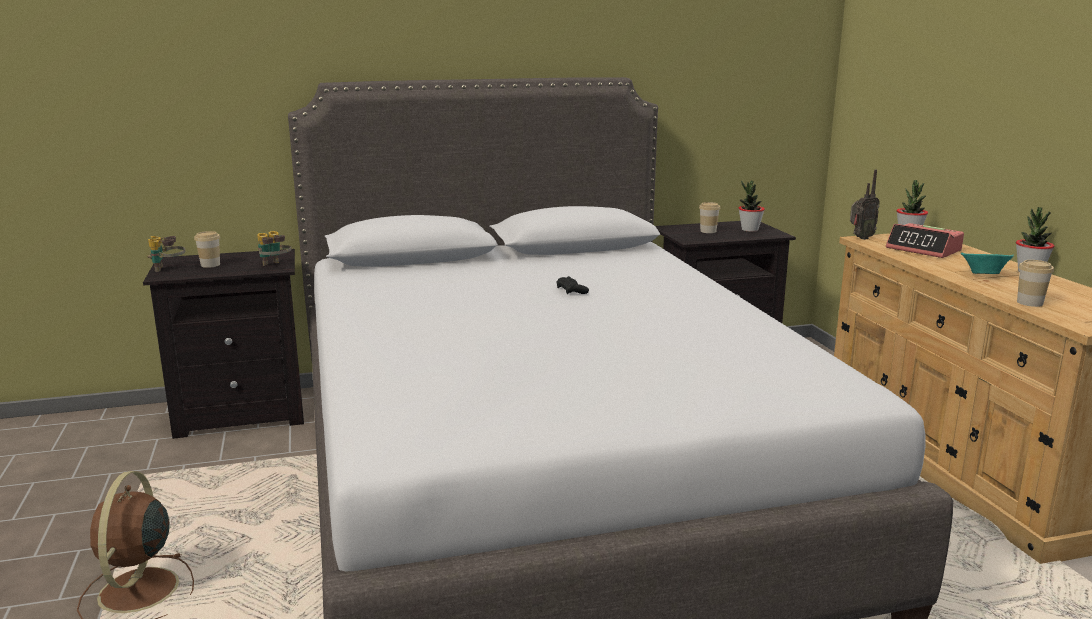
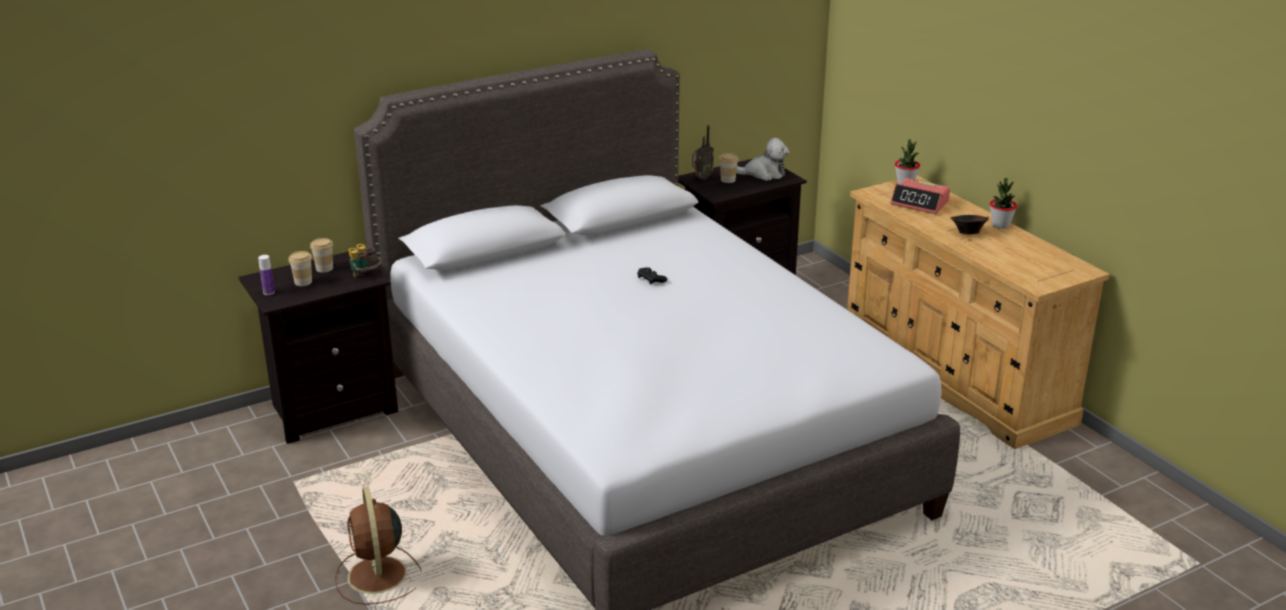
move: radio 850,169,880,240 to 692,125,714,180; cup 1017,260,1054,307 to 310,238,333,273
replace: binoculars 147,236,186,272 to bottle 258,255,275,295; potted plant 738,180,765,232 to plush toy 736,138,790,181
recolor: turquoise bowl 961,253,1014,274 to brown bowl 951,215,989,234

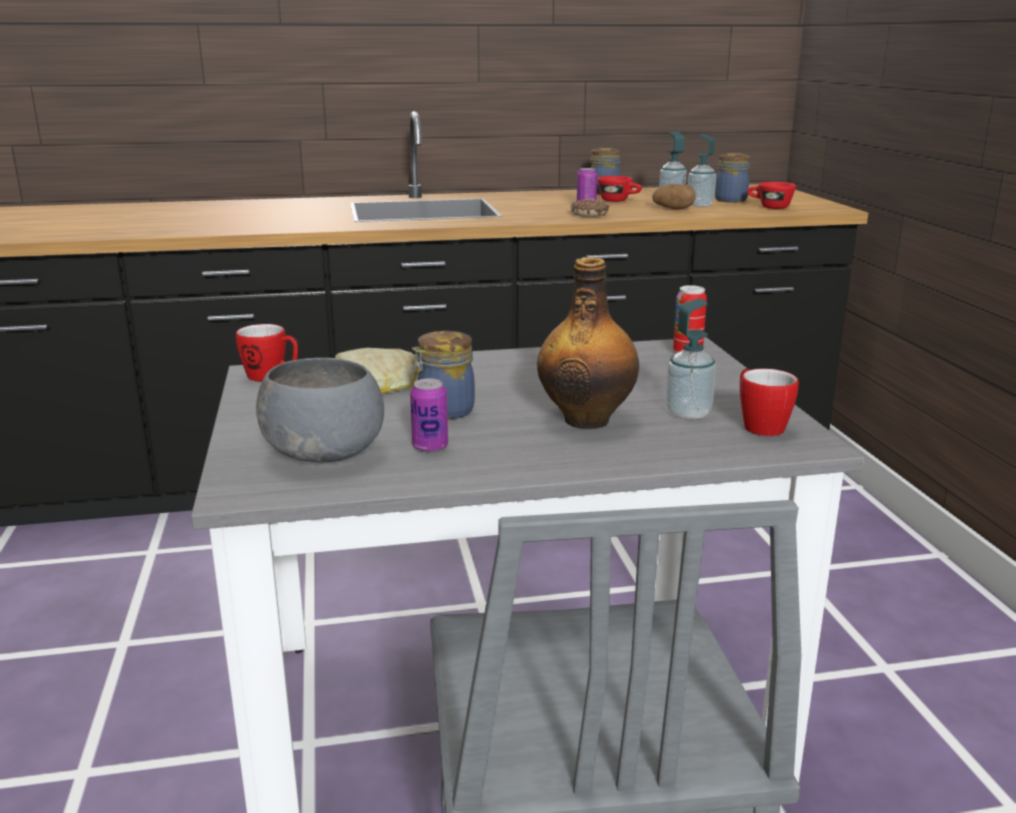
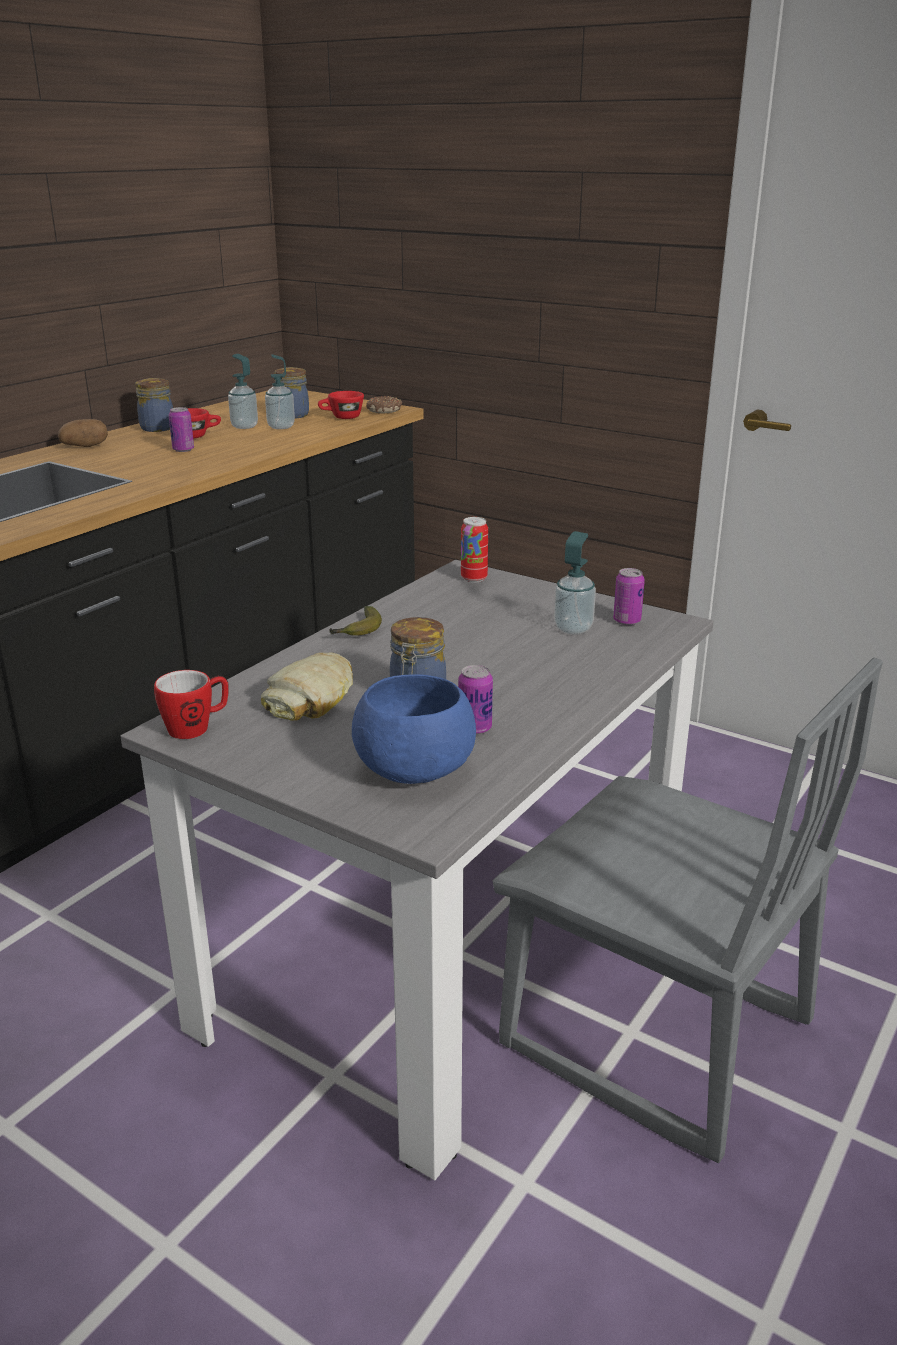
delete: bottle 537,257,639,429
insert: banana 329,606,382,636
move: donut 571,199,610,217 to 366,396,402,413; potato 652,184,696,210 to 58,419,108,447
replace: mug 740,368,799,436 to can 613,568,645,625
recolor: grey bowl 256,358,384,463 to blue bowl 352,674,476,784

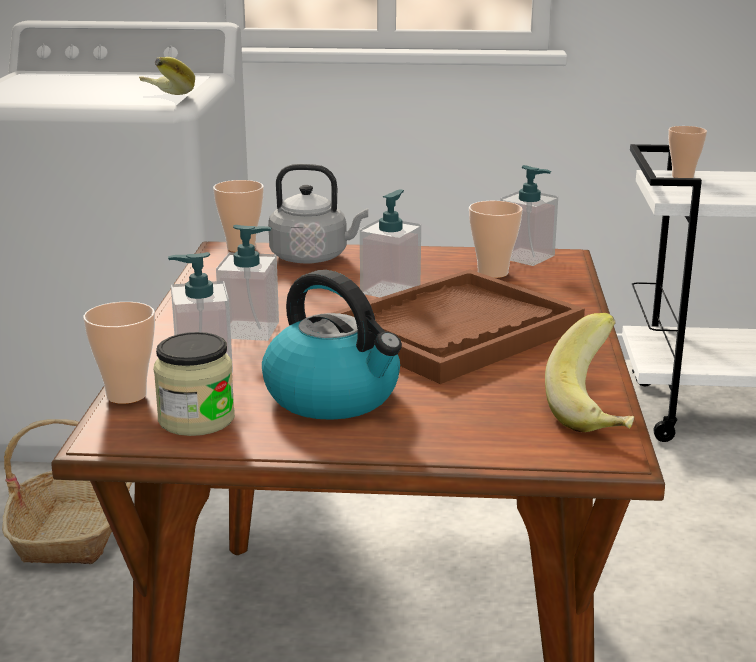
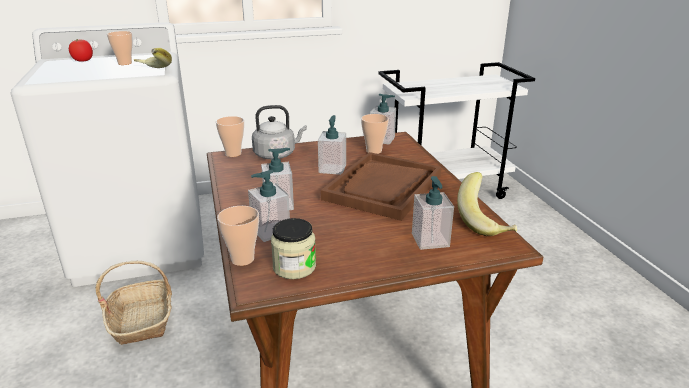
delete: kettle 262,270,402,420
insert: tomato 69,39,93,62; soap dispenser 412,176,454,250
move: cup 668,126,707,178 to 107,31,133,65

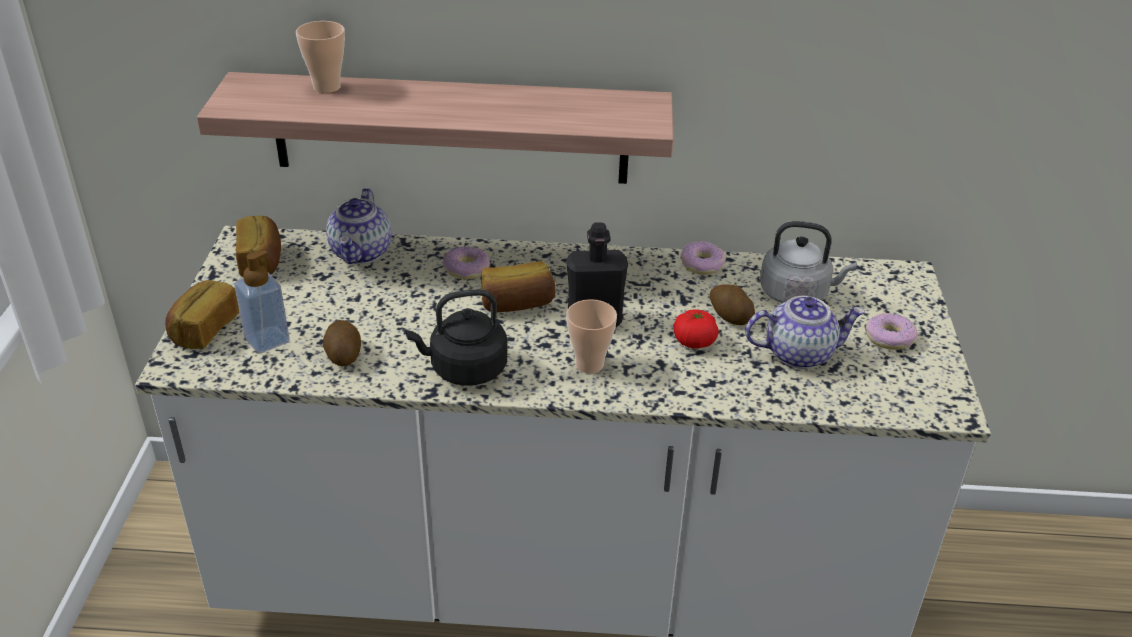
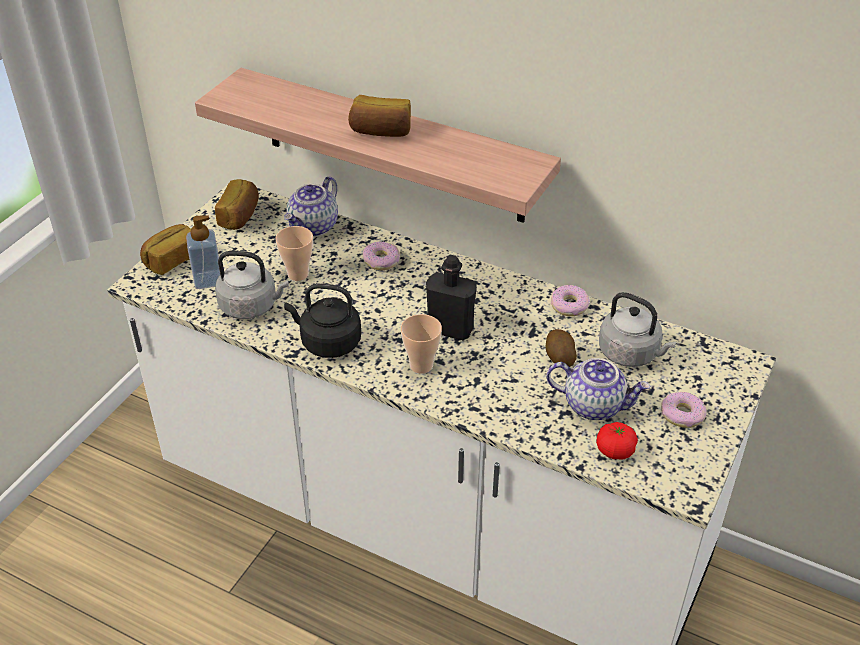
move: cup 296,21,345,93 to 275,226,313,281; bread 481,261,556,312 to 348,95,411,137; tomato 673,309,719,349 to 596,422,638,460
replace: potato 323,320,361,367 to grey kettle 215,251,289,319

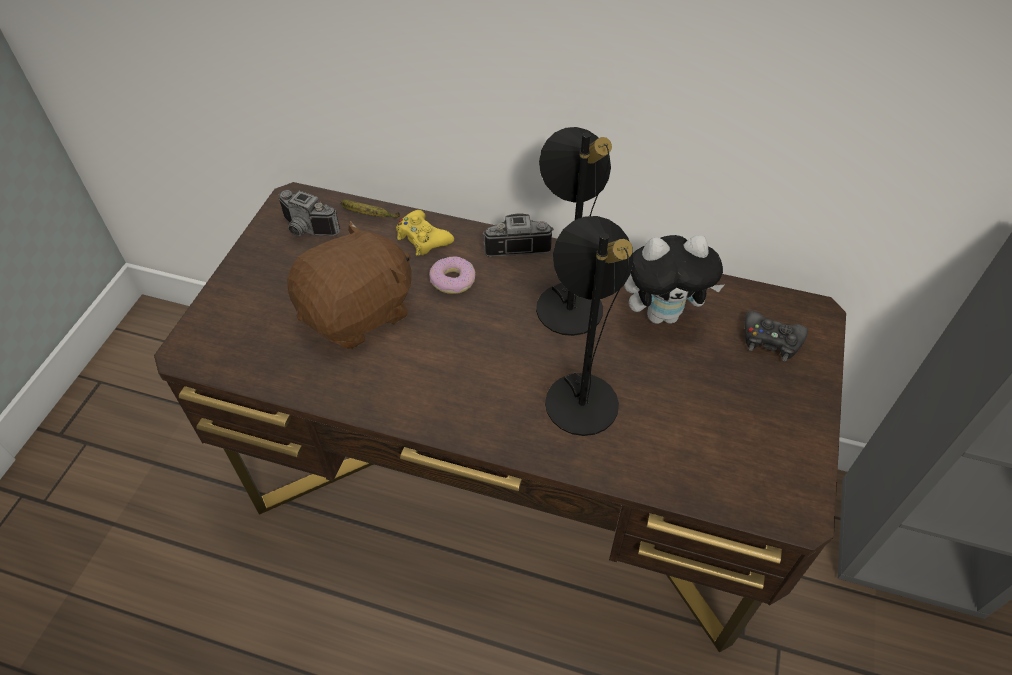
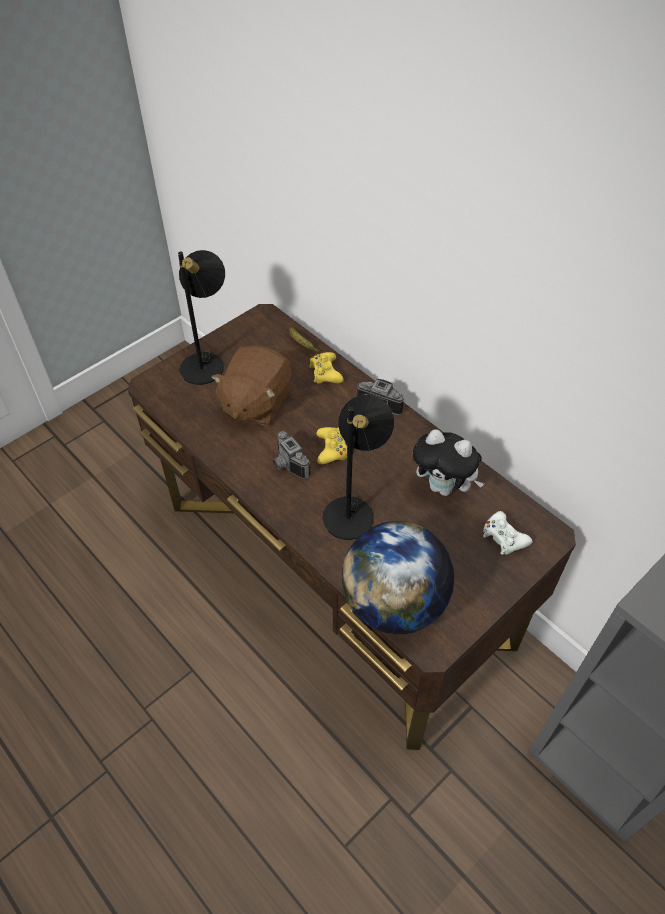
delete: donut 429,256,475,294
insert: yellow game controller 316,427,347,464; globe 342,521,454,634
move: photo camera 278,190,340,236 to 273,431,311,479; black table lamp 536,127,612,336 to 178,250,225,385
recolor: black game controller 744,311,808,362 to white game controller 483,511,532,555
rotate: brown plush toy 287,220,412,348 = 211,346,291,425 120 degrees clockwise

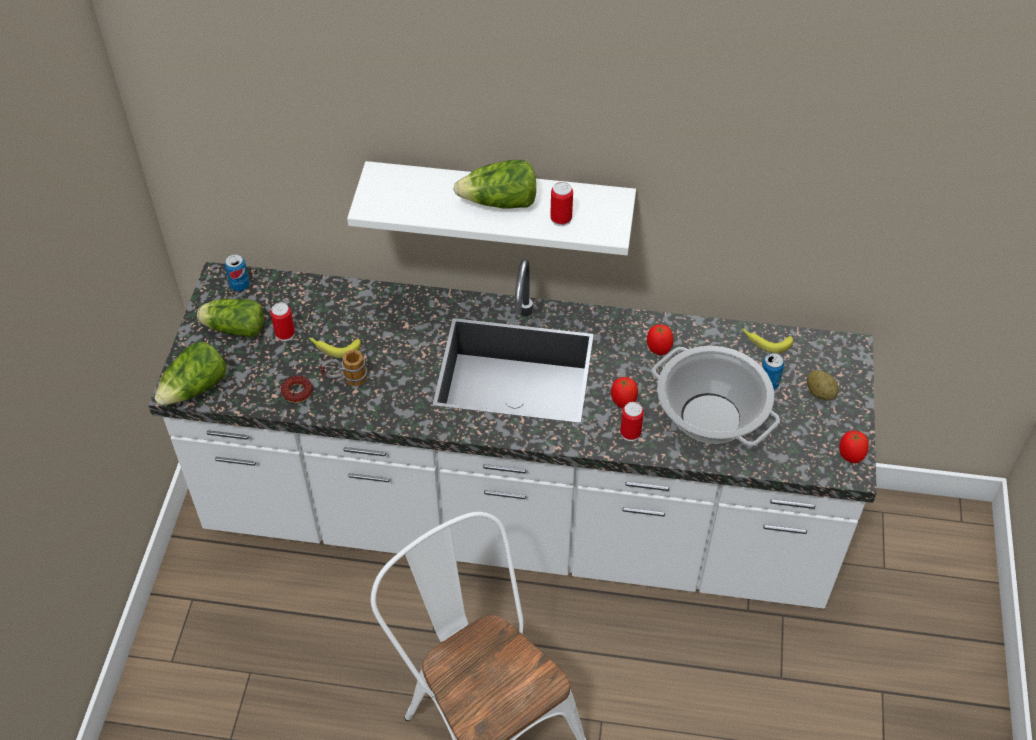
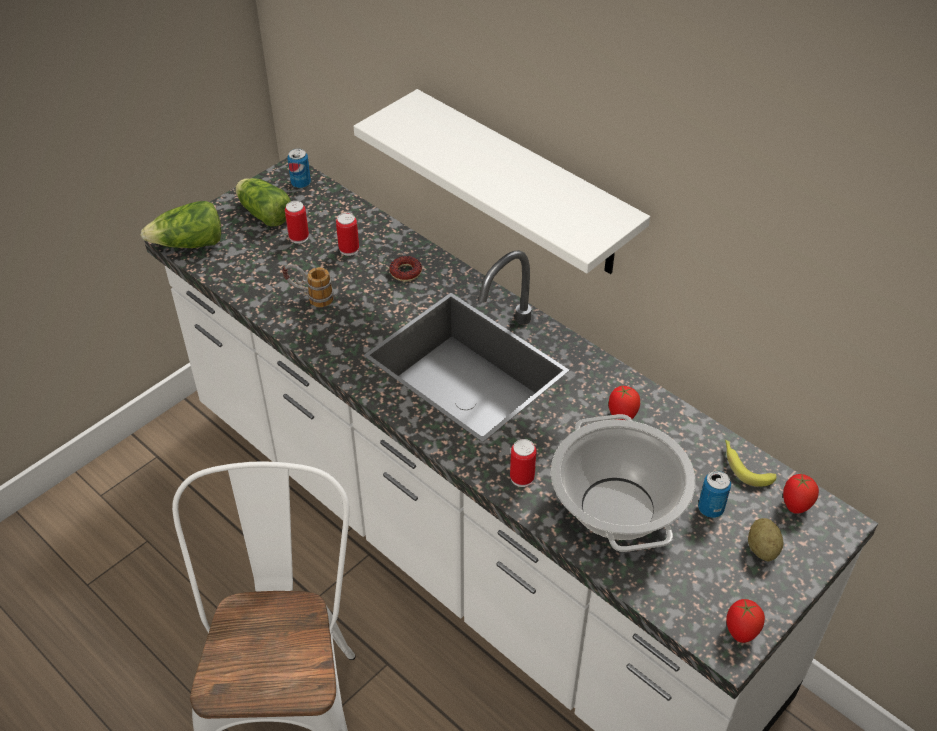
delete: banana 309,337,361,358; lettuce 453,160,536,209
move: donut 281,375,313,403 to 389,256,422,282; can 550,182,573,226 to 336,213,359,256; tomato 611,377,638,409 to 783,472,819,514

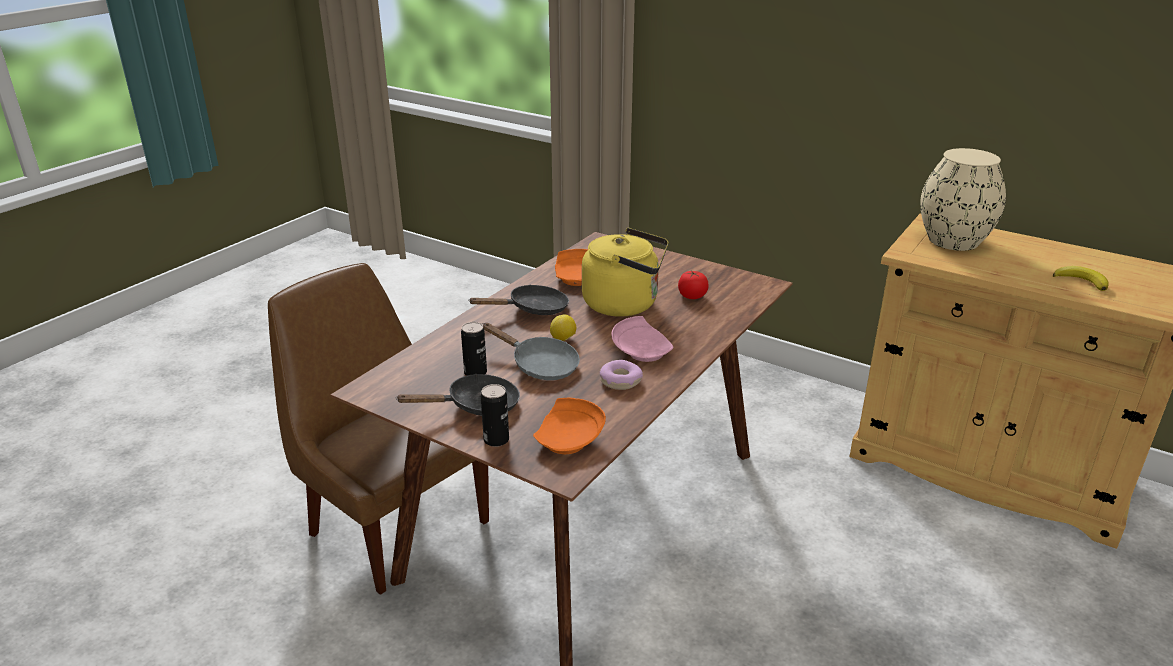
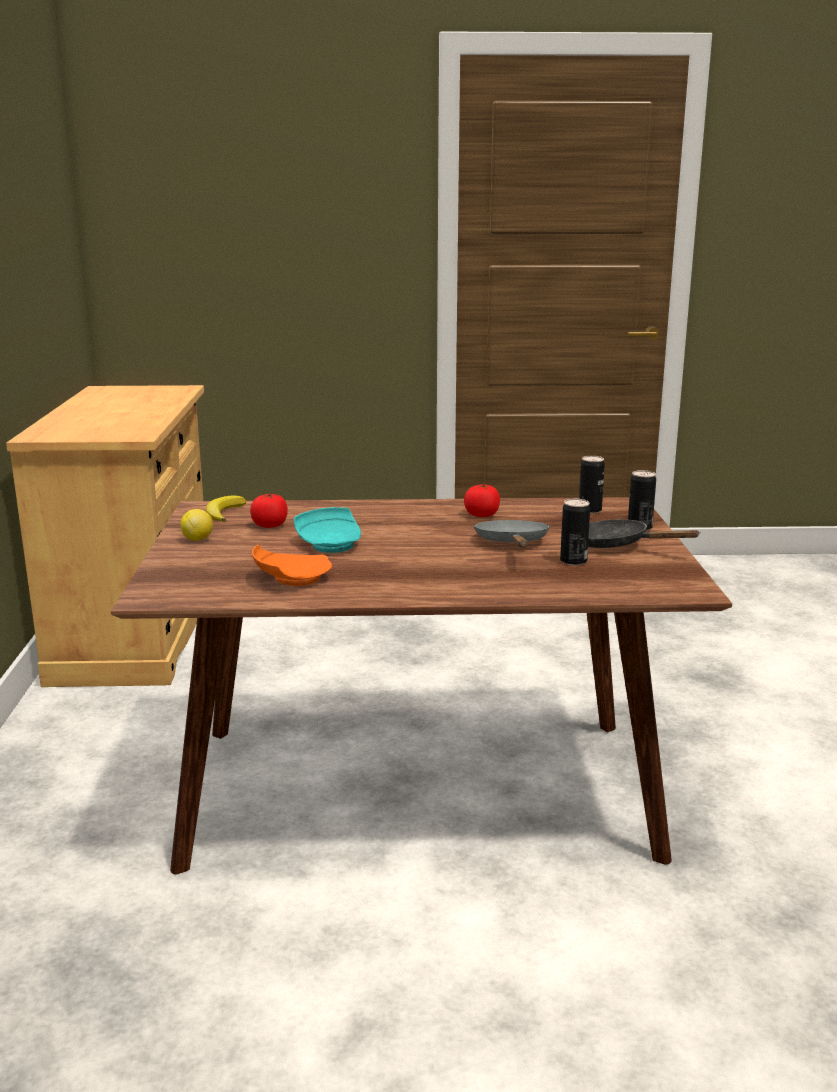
delete: brown chair 268,263,489,595; black frying pan 468,285,569,315; pink plate 612,316,673,362; beige vase 920,148,1006,251
move: lemon 550,314,576,341 to 181,509,213,541; banana 1053,266,1109,291 to 206,496,246,522
replace: orange plate 533,398,606,454 to can 579,456,605,513; yellow kettle 582,228,668,317 to turquoise plate 294,507,361,553; donut 600,360,643,390 to tomato 464,484,500,517

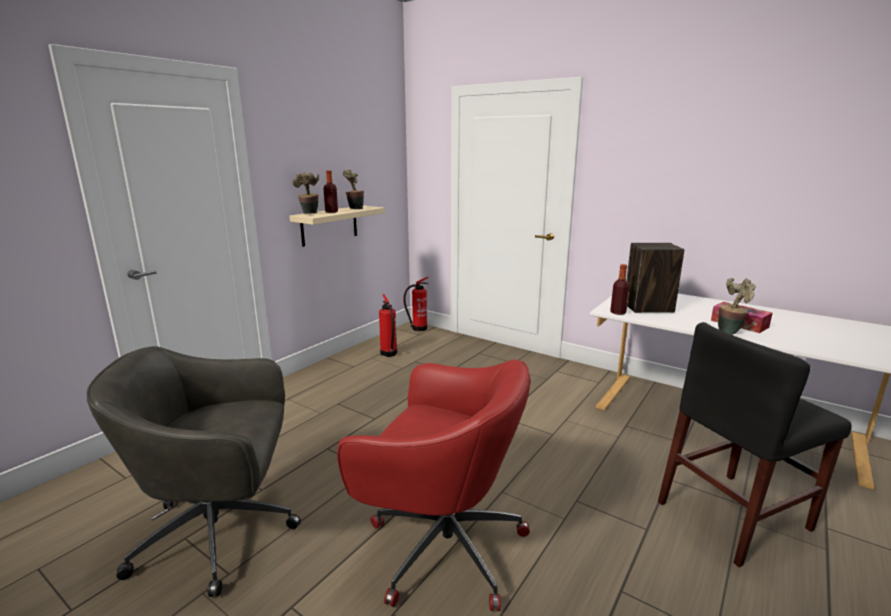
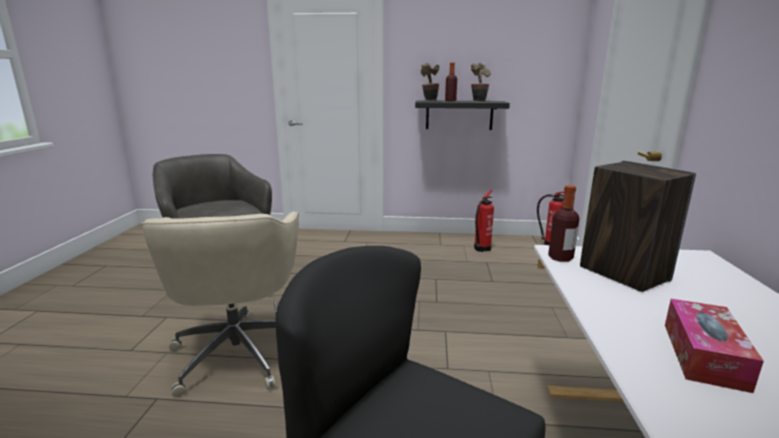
delete: potted plant 718,278,756,335
recolor: beige shelf 290,205,385,247 to black shelf 415,100,510,130; red office chair 337,359,531,611 to beige office chair 141,212,299,397

